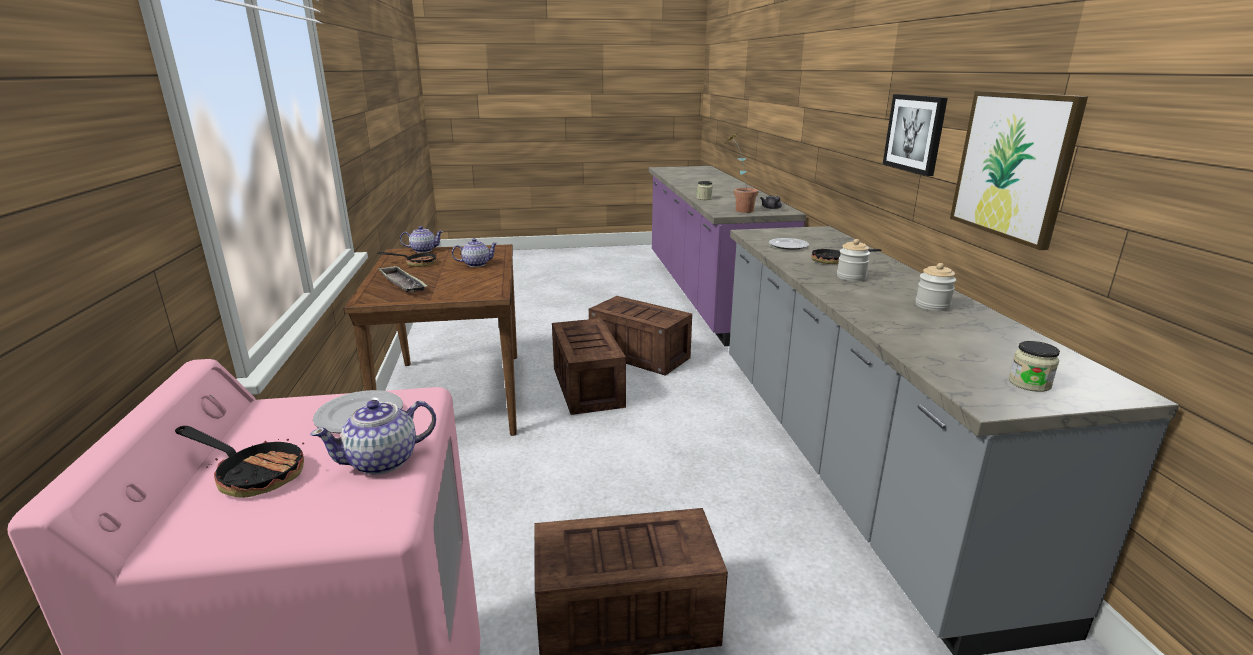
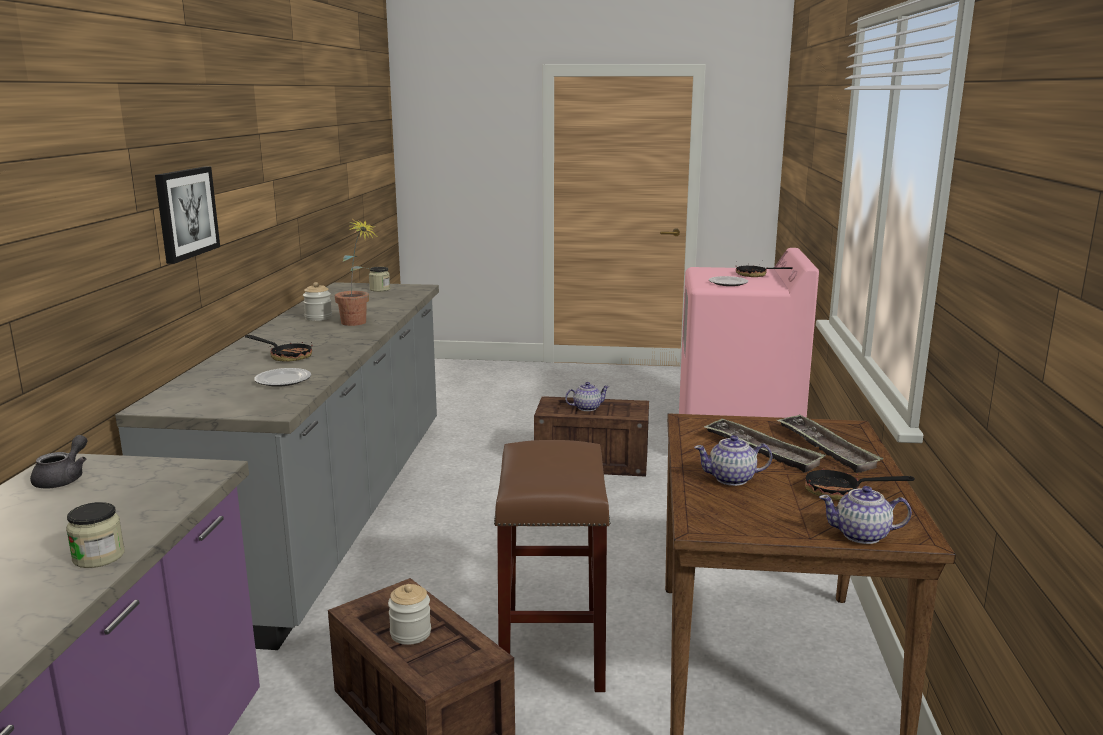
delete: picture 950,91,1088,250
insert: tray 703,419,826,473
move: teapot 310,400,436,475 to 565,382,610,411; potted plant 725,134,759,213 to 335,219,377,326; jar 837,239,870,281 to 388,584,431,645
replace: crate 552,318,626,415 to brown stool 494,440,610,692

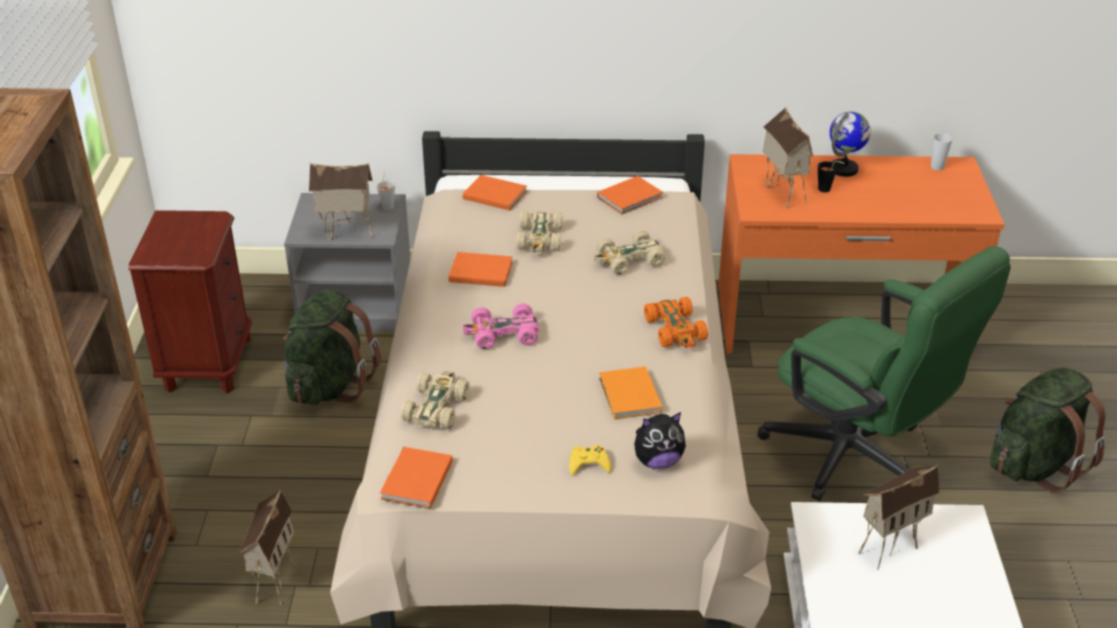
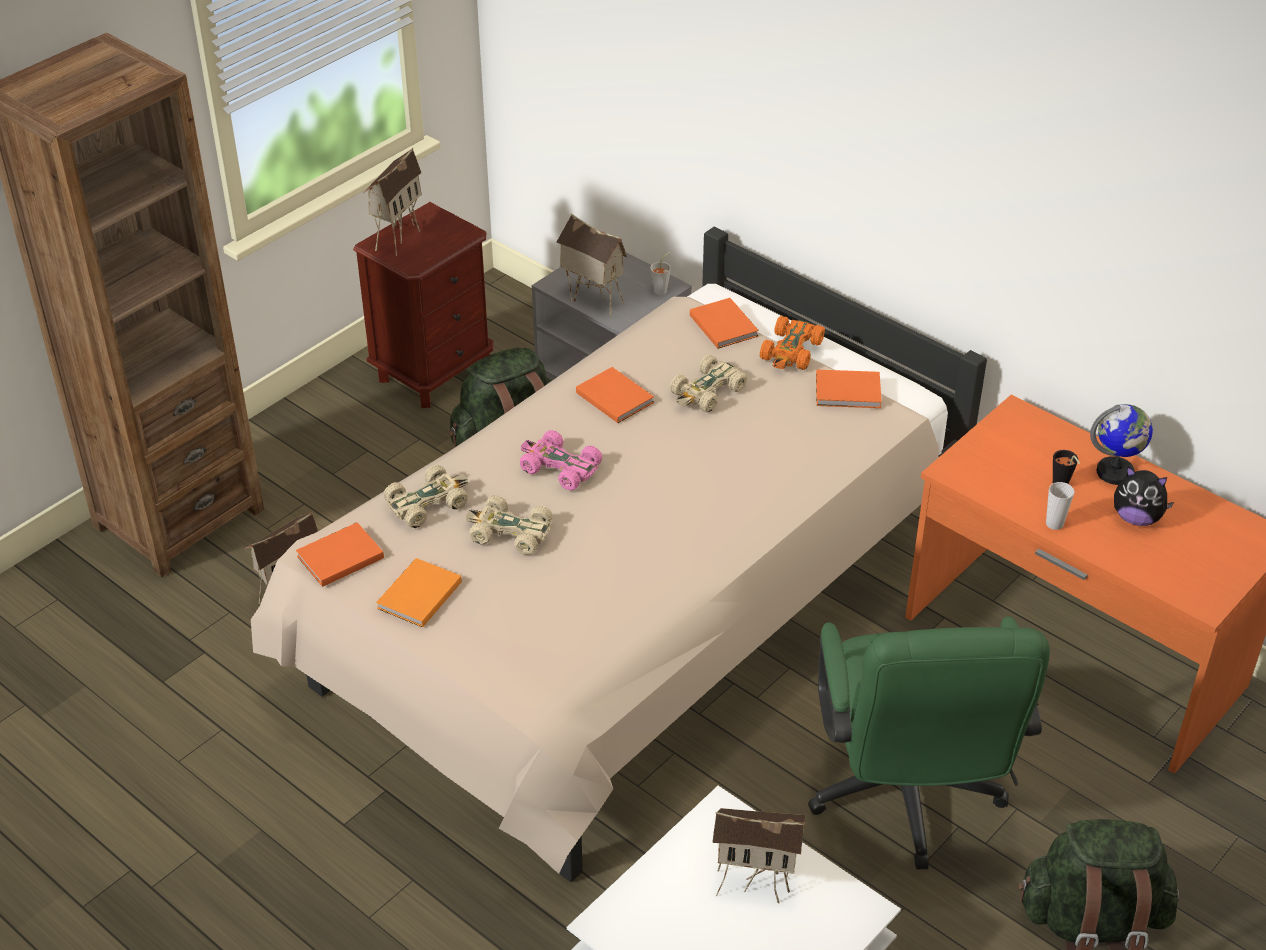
delete: yellow game controller 569,445,611,476
move: beige toy car 594,230,665,275 to 466,495,553,555; orange book 599,366,662,419 to 376,558,462,627; plush toy 634,412,686,469 to 1114,466,1174,526; orange toy car 644,297,708,348 to 760,316,825,370; toy house 762,107,813,208 to 363,148,422,256; cup 931,133,953,170 to 1046,482,1075,530

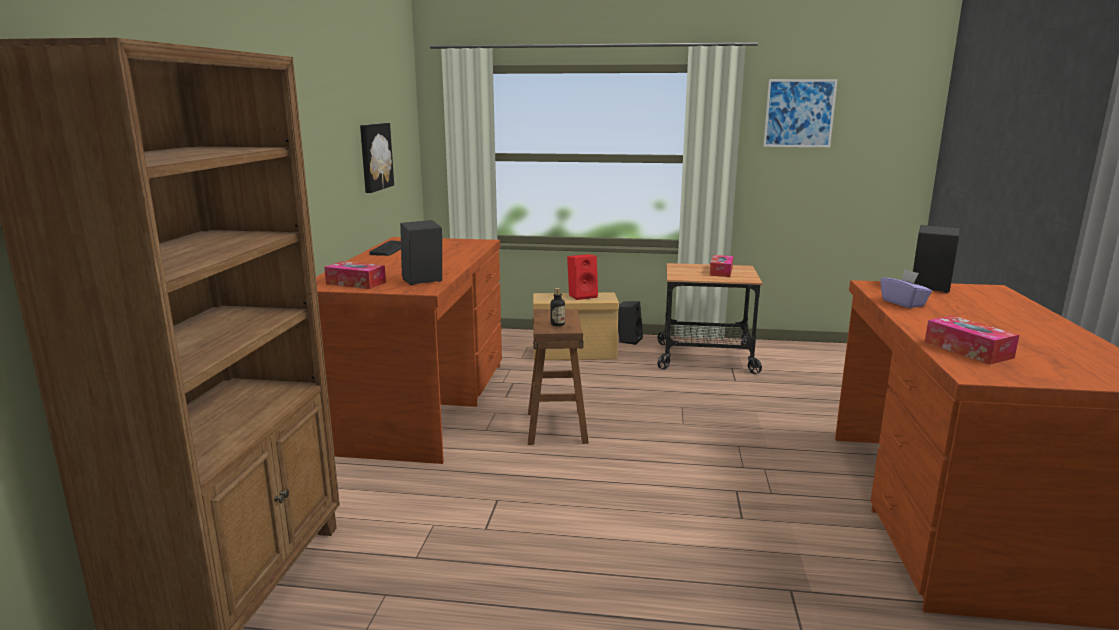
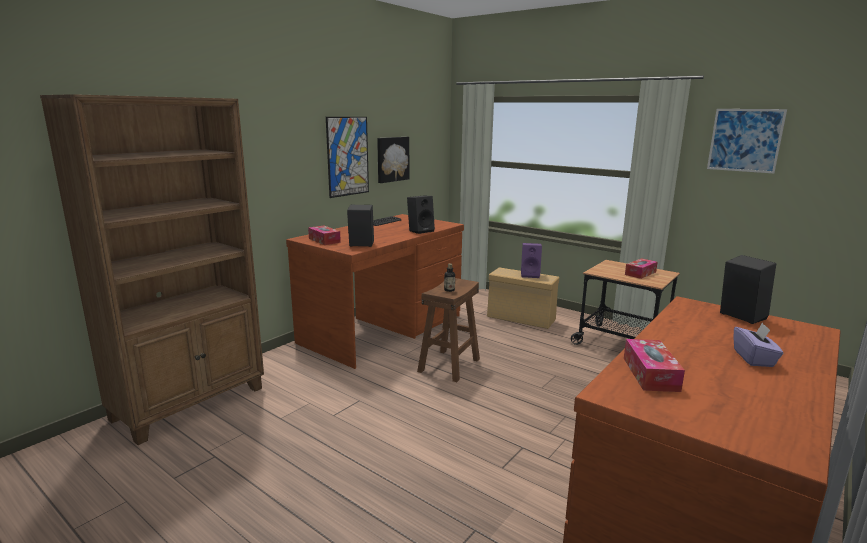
insert: picture 326,117,369,198
move: black speaker 618,301,643,345 to 407,196,435,234; purple tissue box 880,269,932,308 to 734,322,784,367
recolor: red speaker 567,254,598,300 to purple speaker 521,243,542,278

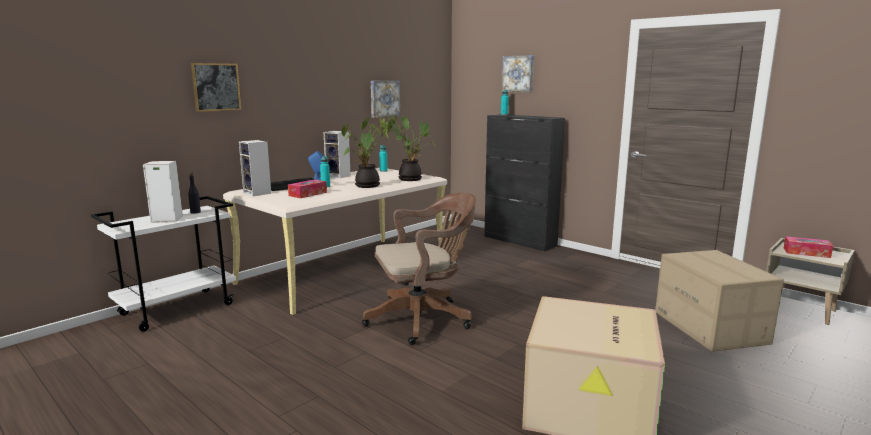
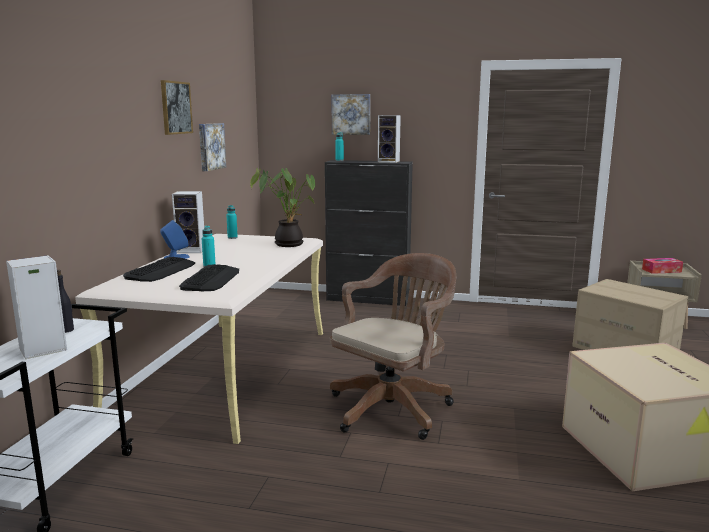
delete: potted plant 342,118,399,188
move: picture 191,63,241,112 to 161,80,193,135; speaker 239,140,271,196 to 378,115,401,163
replace: tissue box 288,179,327,198 to keyboard 179,264,239,291

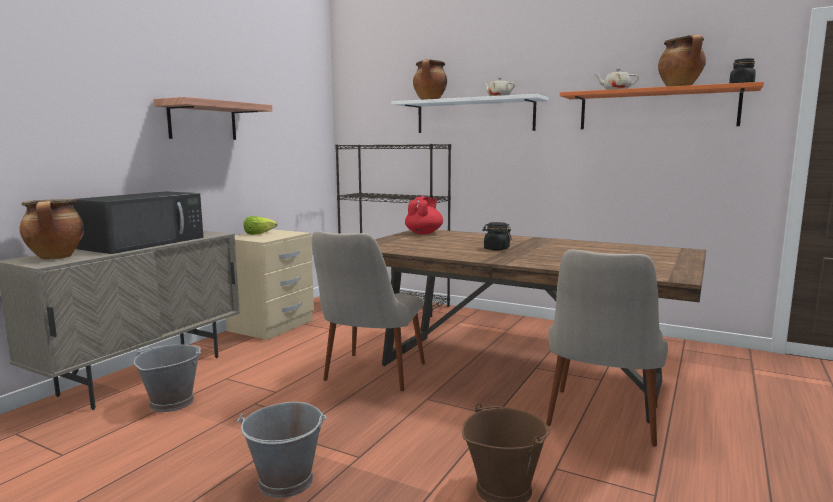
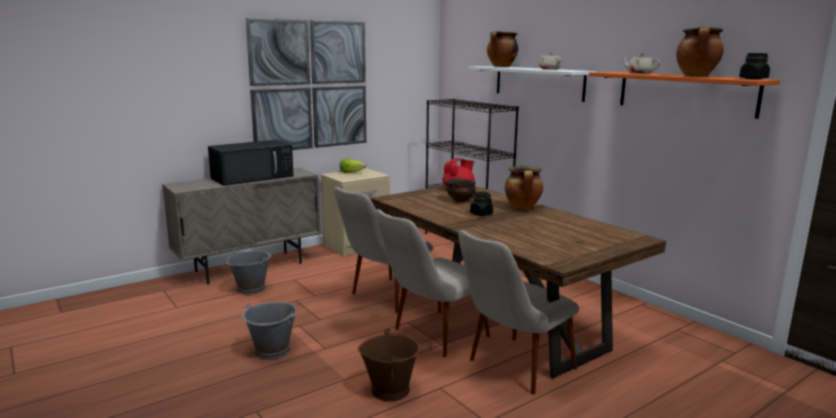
insert: beige chair 376,209,490,357; bowl 446,178,476,202
move: cooking pot 19,199,84,259 to 505,166,543,210
replace: shelf 153,97,272,140 to picture 246,18,366,150

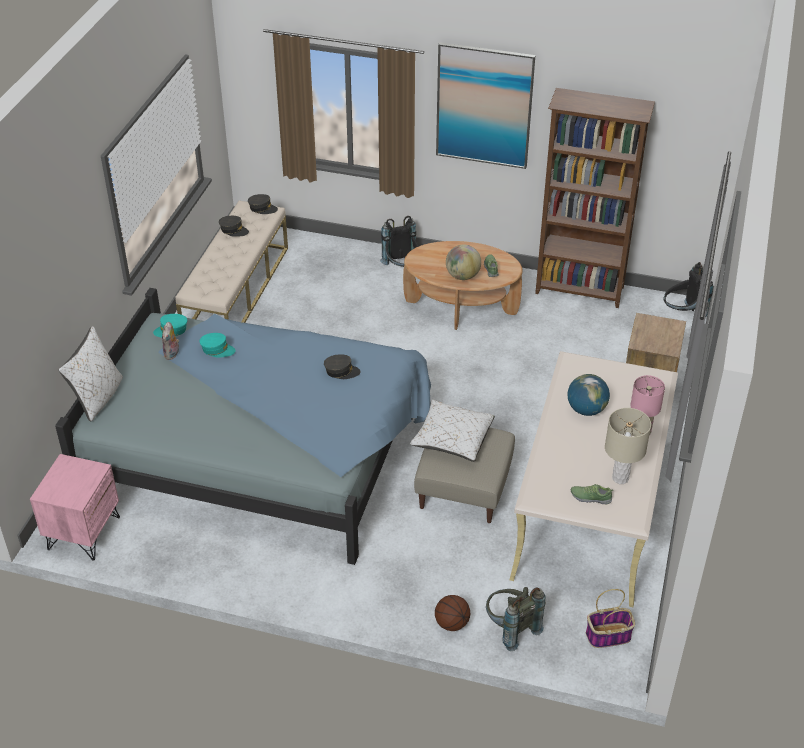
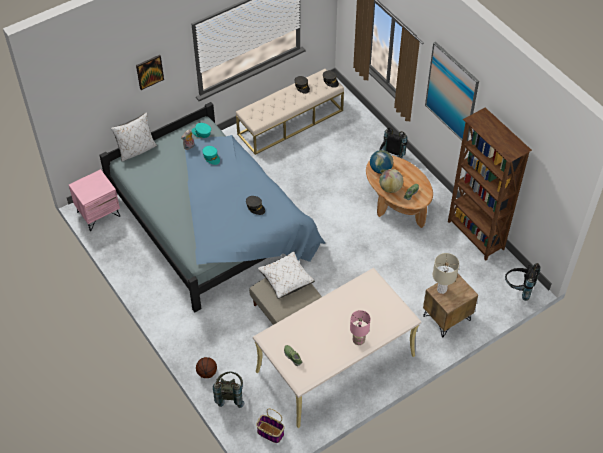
insert: picture 136,55,164,90
move: globe 567,374,610,416 to 370,150,393,174; beige table lamp 605,408,651,484 to 433,253,459,294

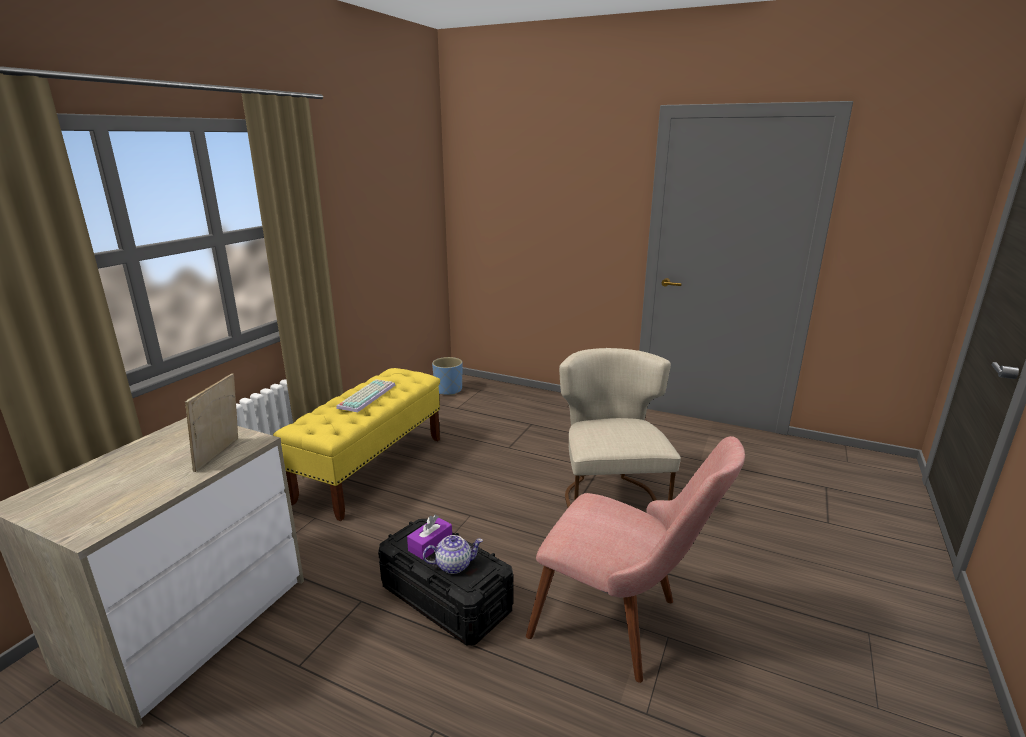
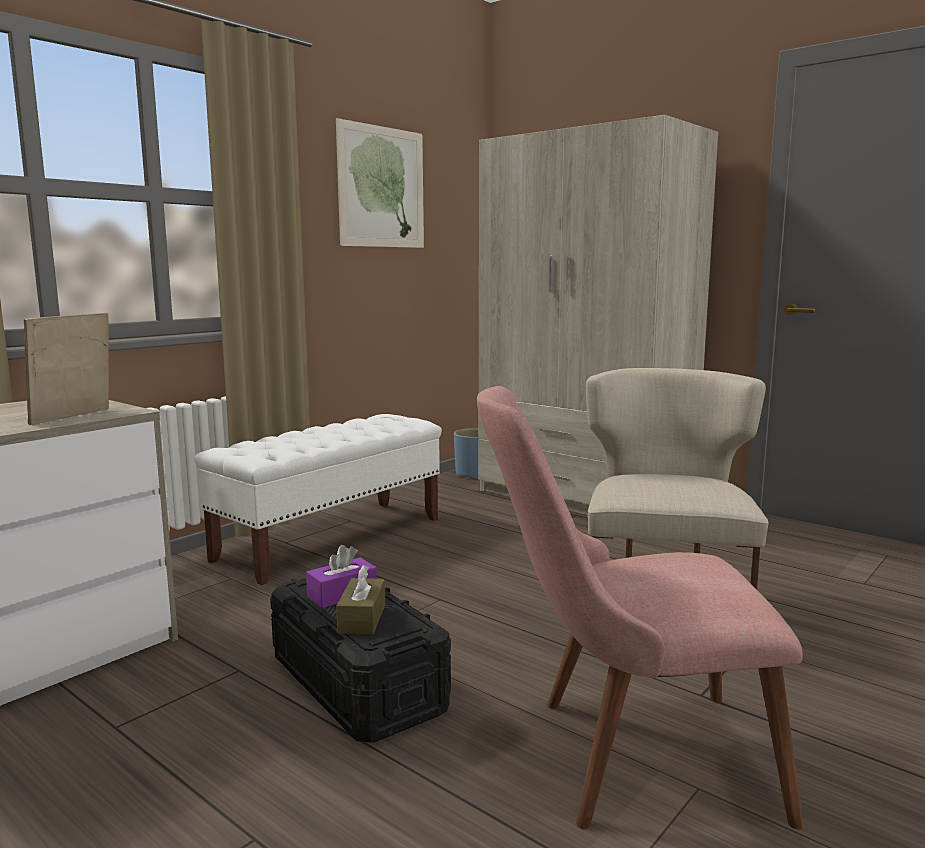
delete: keyboard 336,379,396,412
insert: picture 336,118,424,248; beige wardrobe 478,115,718,515
replace: teapot 423,535,483,574 to brown tissue box 336,565,385,635
recolor: yellow bench 273,368,440,521 to white bench 194,414,442,585
rotate: pink chair 526,436,745,683 = 477,386,803,829 135 degrees clockwise

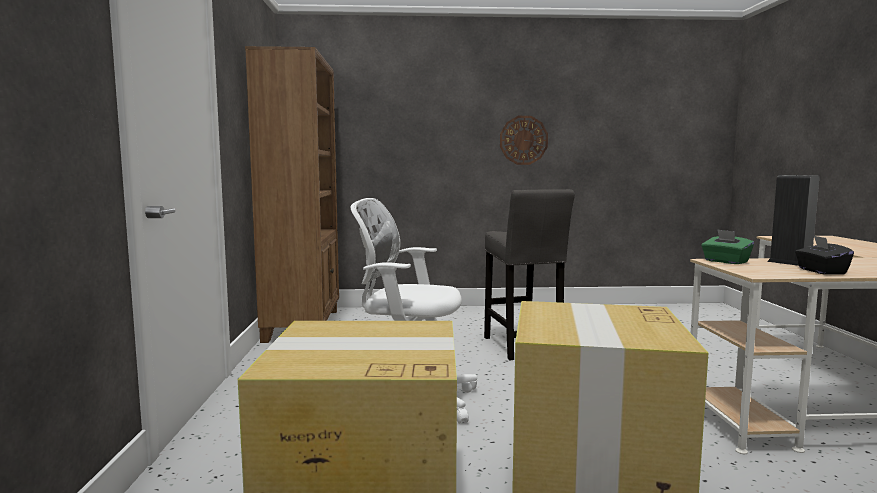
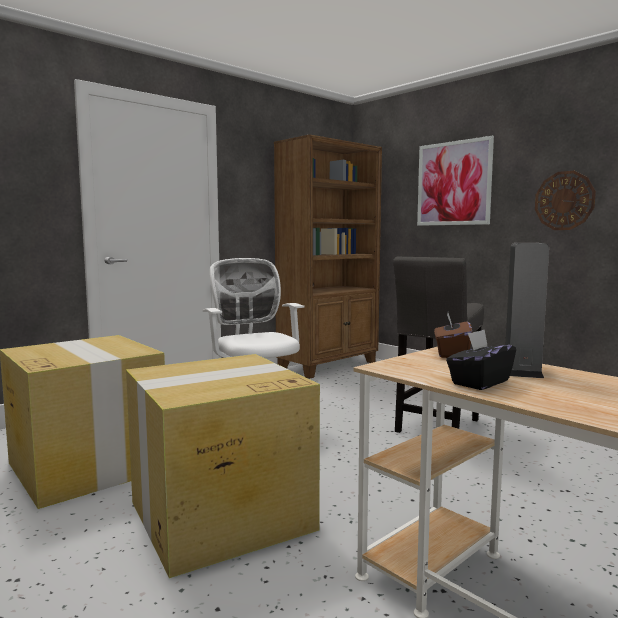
insert: picture 417,136,494,226
recolor: green tissue box 701,229,754,264 to brown tissue box 434,313,472,358

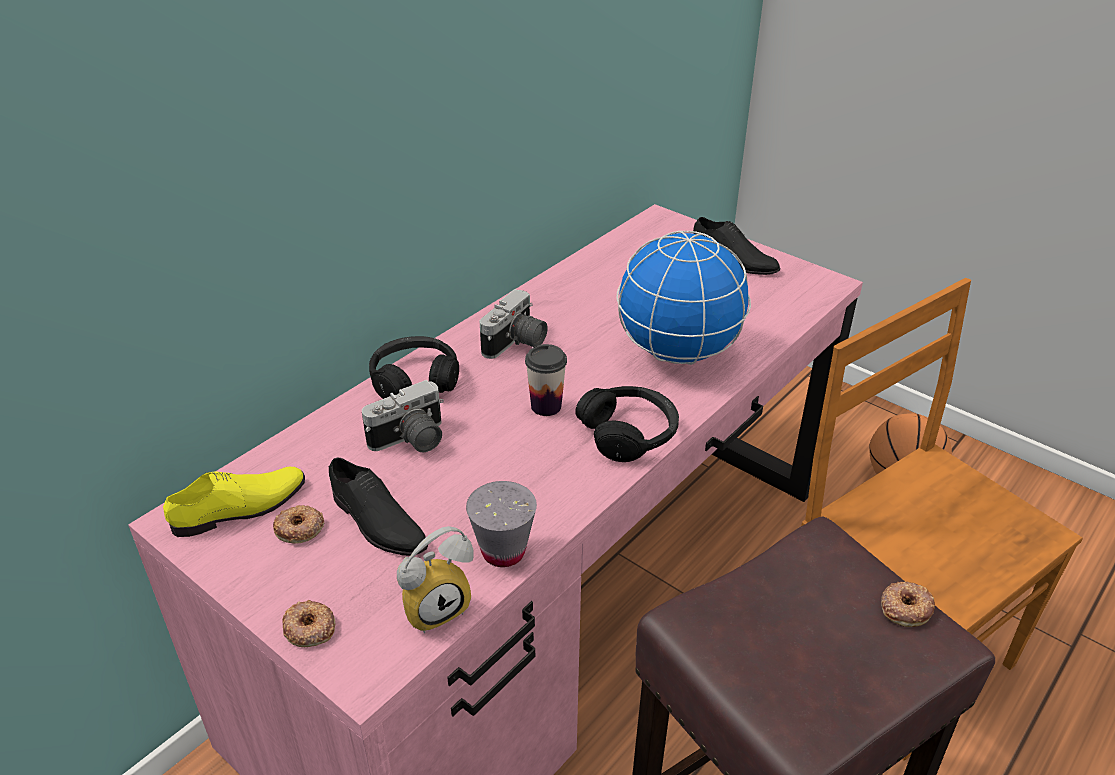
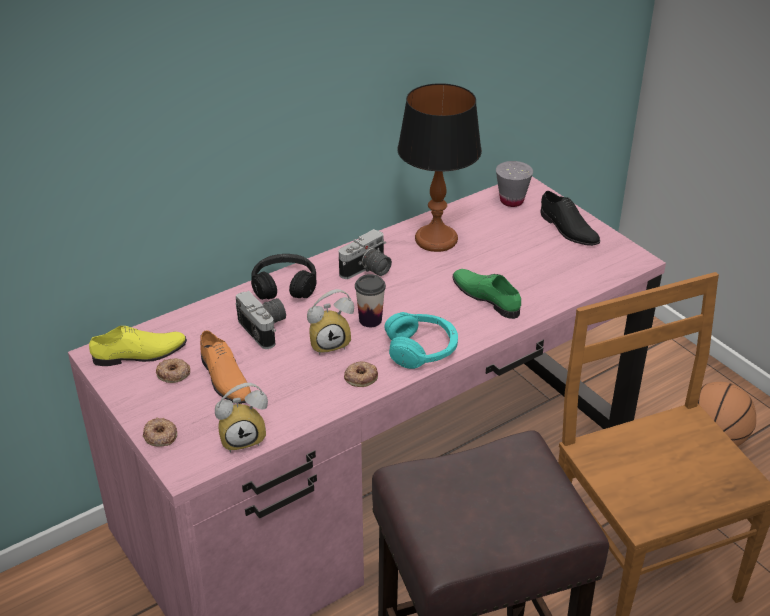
insert: alarm clock 307,289,354,355; table lamp 397,83,482,252
move: grey cup 466,481,537,567 to 496,161,533,207; donut 881,581,935,627 to 344,361,378,387
replace: globe 617,231,751,365 to green shoe 452,269,521,319
recolor: black shoe 329,457,428,556 to orange shoe 200,330,251,404; black headphones 575,386,679,462 to turquoise headphones 384,312,458,369
rotate: photo camera 362,380,444,452 = 235,291,286,349 105 degrees counterclockwise

